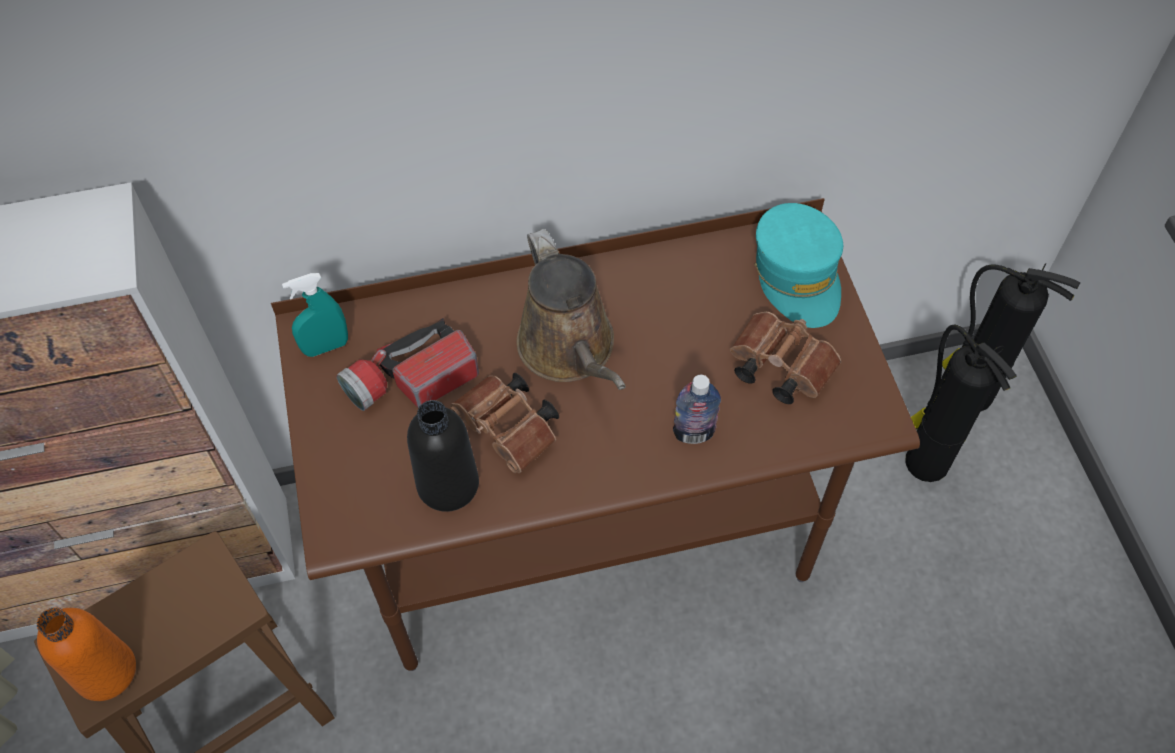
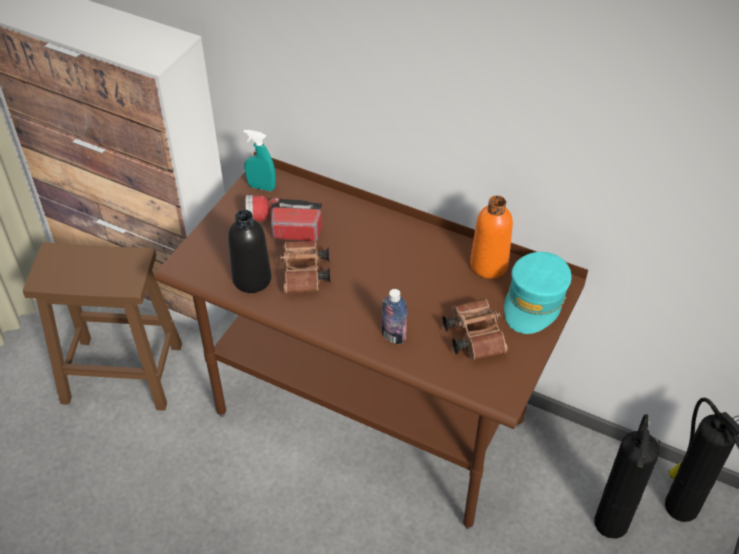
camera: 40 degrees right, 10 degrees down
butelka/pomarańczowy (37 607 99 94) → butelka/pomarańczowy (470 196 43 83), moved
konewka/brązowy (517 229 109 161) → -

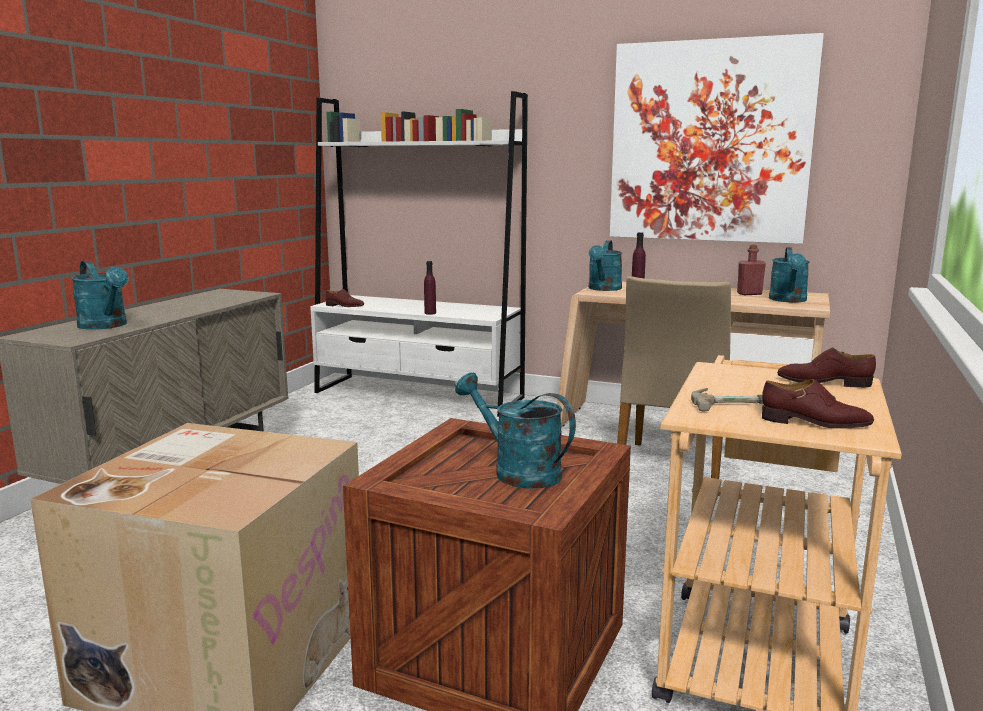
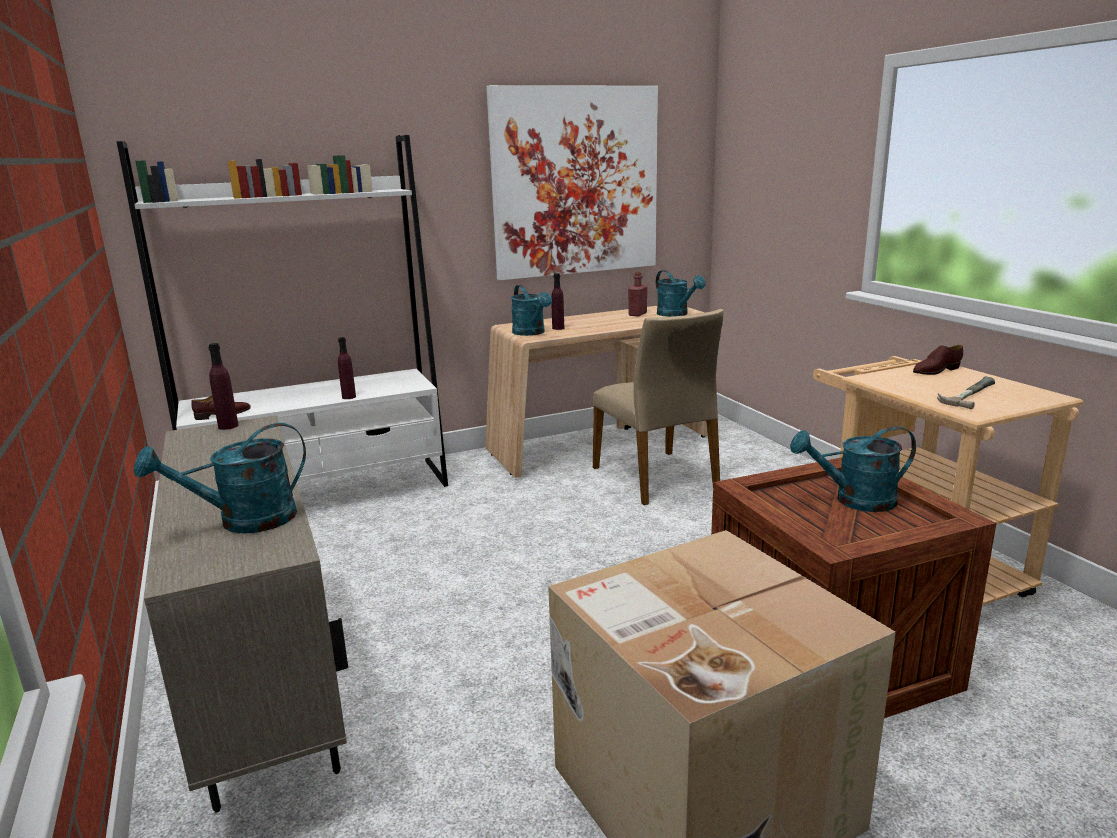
camera: 45 degrees left, 5 degrees up
konewka/turkusowy (71 261 58 69) → konewka/turkusowy (133 423 173 111), 150 degrees clockwise
- → butelka/fioletowy (208 343 30 87)
but/brązowy (762 379 112 50) → -

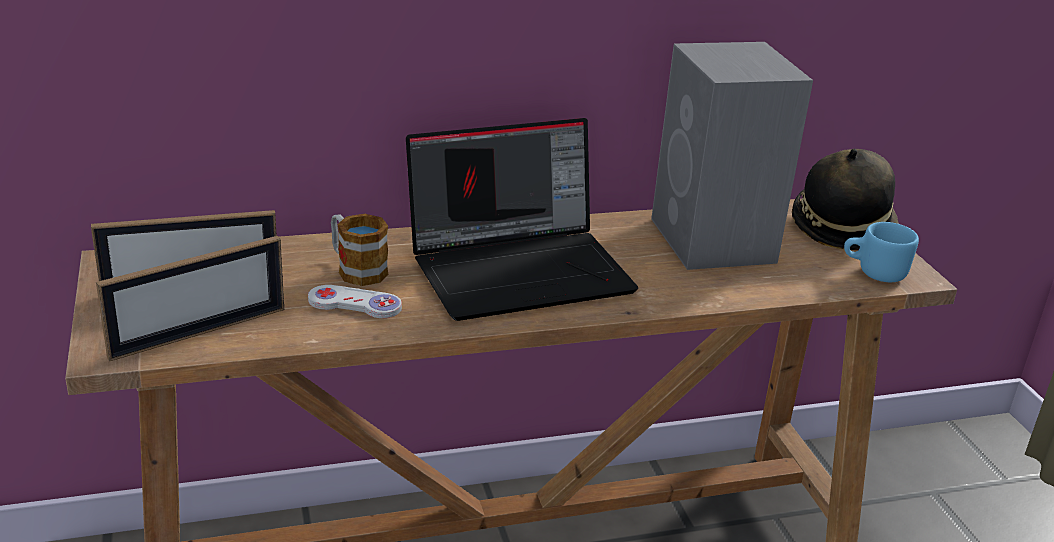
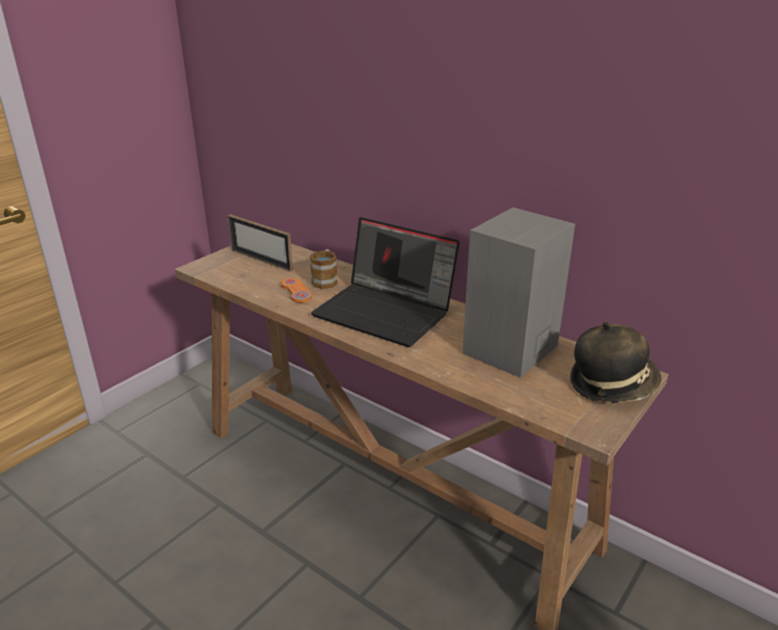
camera: 55 degrees right, 0 degrees up
pad do gier/biały (308 285 94 33) → pad do gier/pomarańczowy (281 278 31 25)
ramka na zdjęcie (96 236 188 125) → -
kubek/niebieski (844 222 75 60) → -

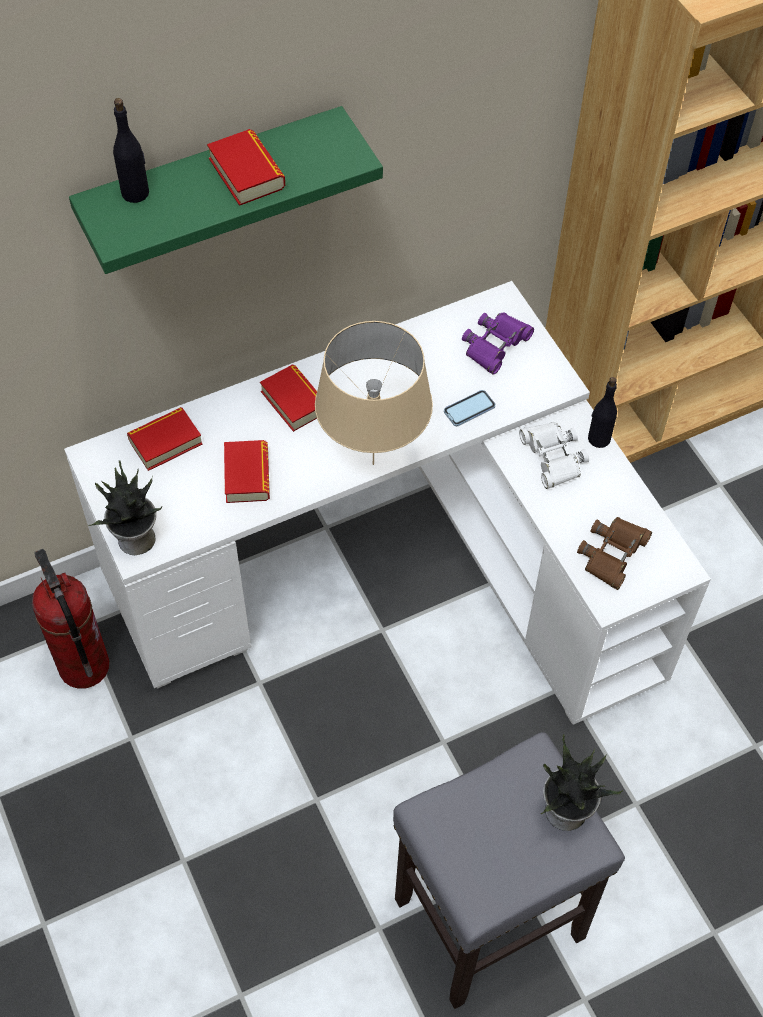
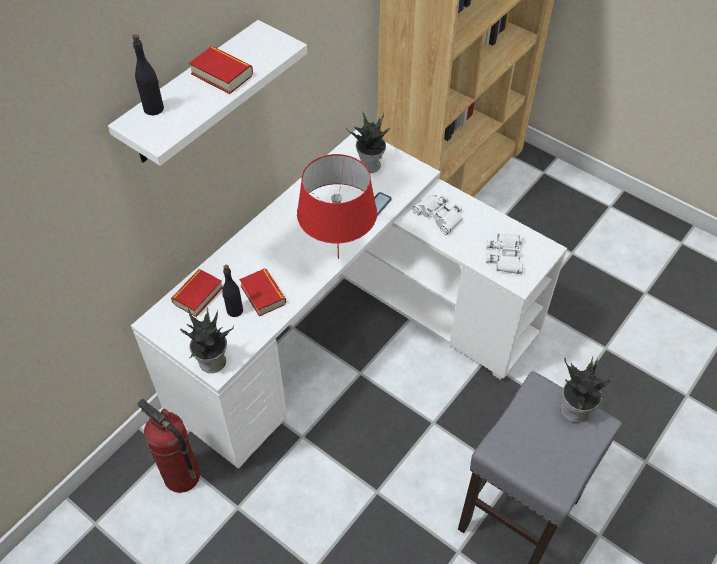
camera: 25 degrees left, 5 degrees down
półka/zielony (69 106 314 168) → półka/biały (108 20 199 146)
butelka/czarny (588 377 29 71) → butelka/czarny (222 265 21 52), moved
lampa stołowa/beżowy (315 321 118 144) → lampa stołowa/czerwony (297 154 80 105)
lornetka/fioletowy (462 313 72 62) → roślina doniczkowa (346 111 44 62)
lornetka/brązowy (577 517 75 73) → lornetka/biały (486 233 37 41)
książka (260 365 57 67) → -

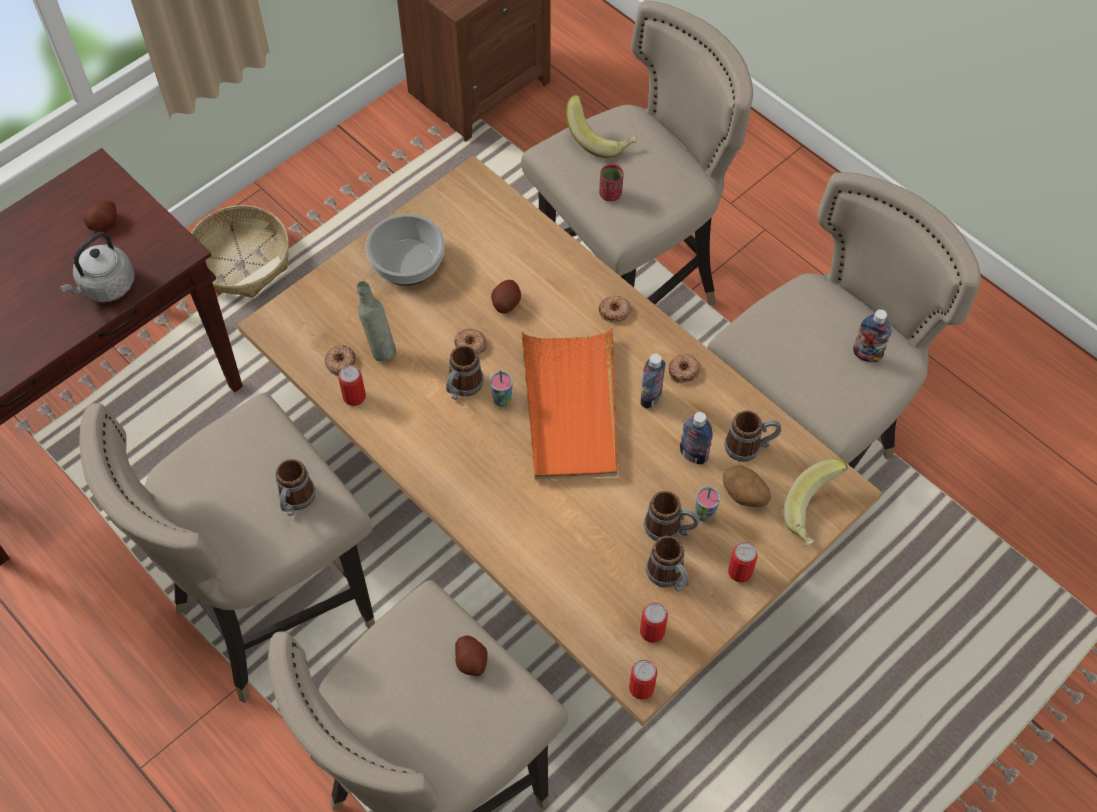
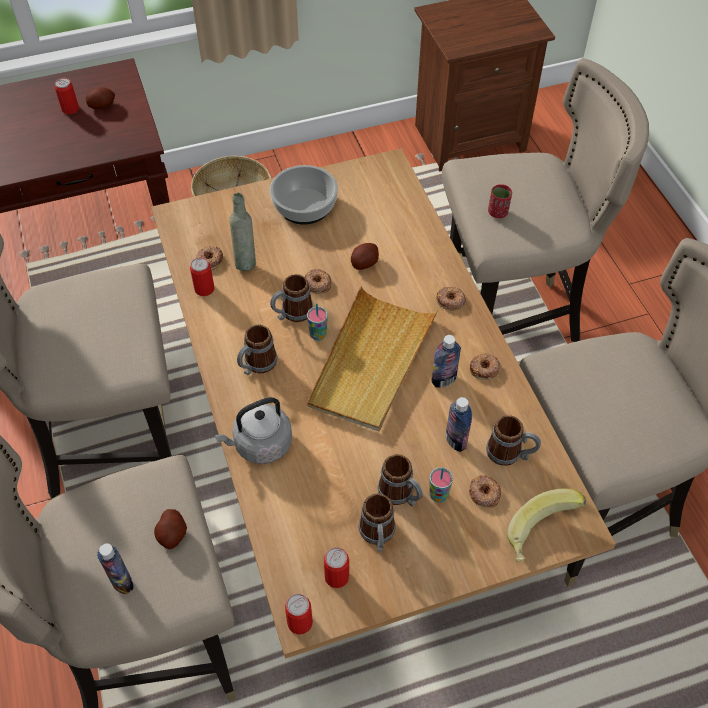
camera: 25 degrees right, 5 degrees down
puszka (728 542 30 40) → puszka (54 78 25 36), moved
butelka (853 309 39 53) → butelka (97 543 37 52), moved
czajnik/szary (60 232 74 70) → czajnik/szary (215 397 77 67), moved
kubek (276 459 40 57) → kubek (237 325 40 50), moved
taca/pomarańczowy (521 328 97 151) → taca/beżowy (307 286 131 145)
ziemniak (723 465 48 42) → donut (469 475 32 33)
banan (566 95 71 63) → -

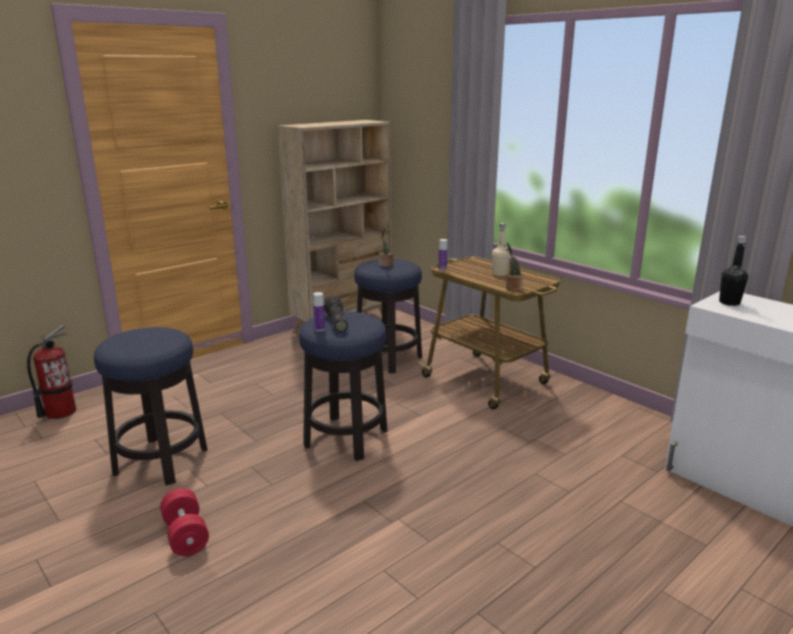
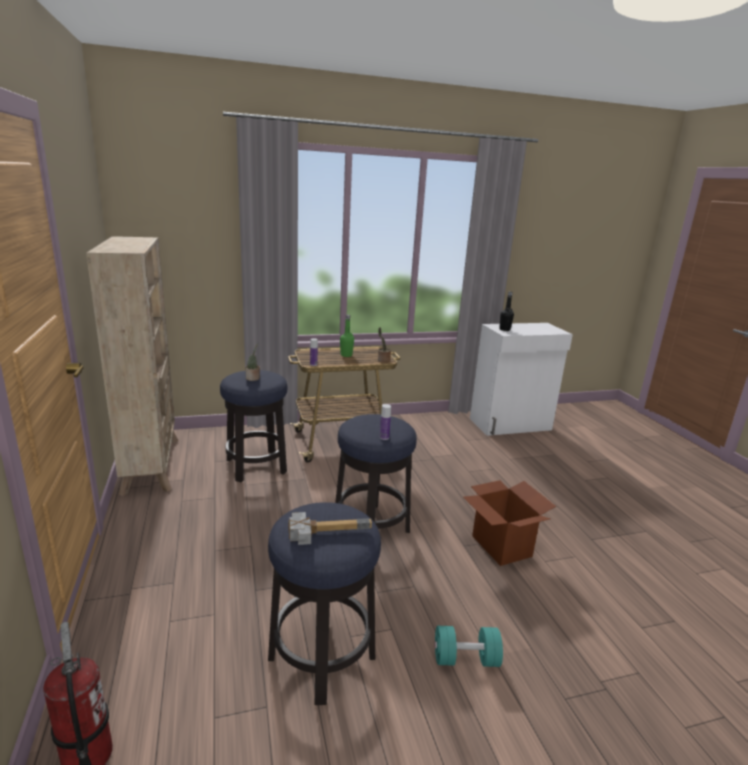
camera: 65 degrees left, 0 degrees up
- → młotek (289 512 83 33)
butelka/beżowy (492 223 18 53) → butelka/zielony (340 315 14 42)
hantel/czerwony (160 488 49 68) → hantel/turkusowy (435 626 68 41)
- → karton (463 480 93 86)
latarka (324 296 24 36) → -

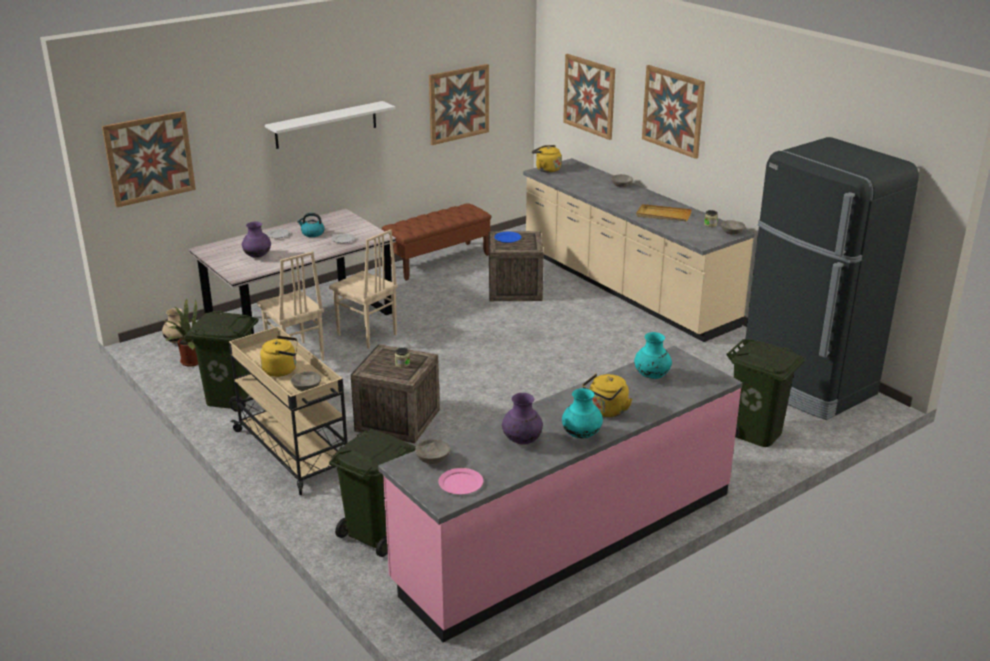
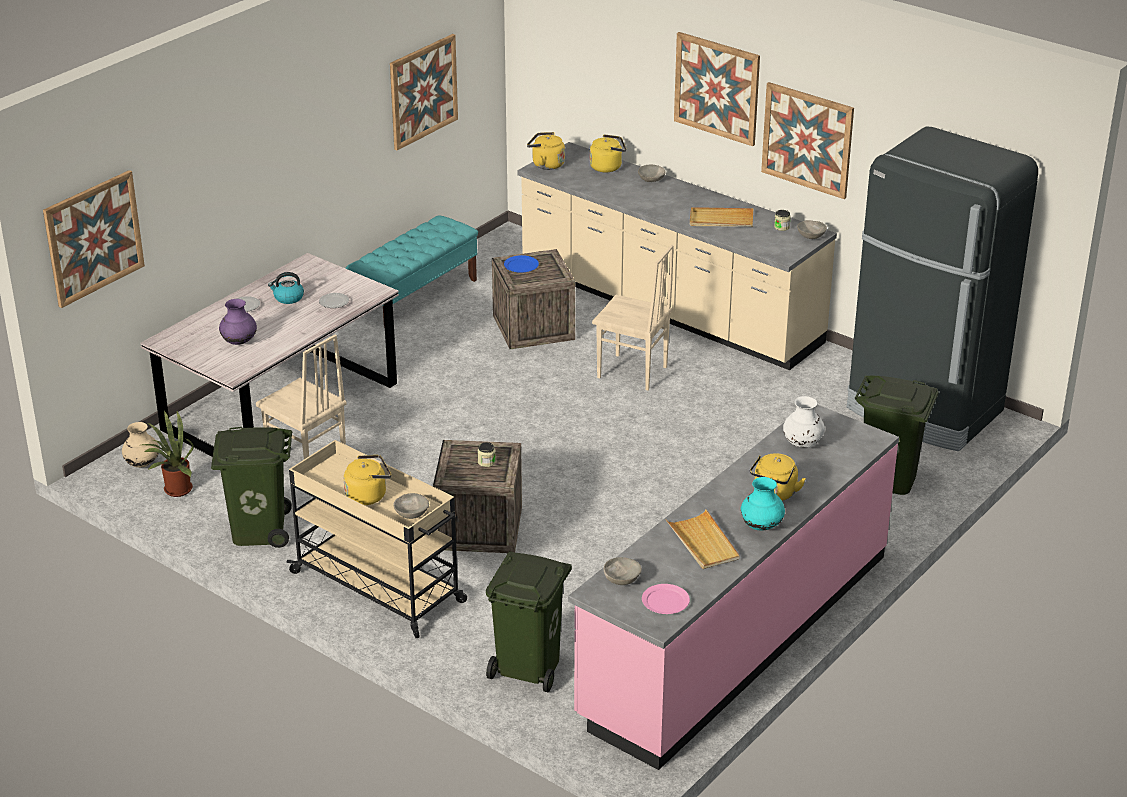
camera: 15 degrees left, 5 degrees up
ławka/brązowy (382 203 109 78) → ławka/turkusowy (346 215 132 113)
- → czajnik/żółty (590 134 36 38)
krzesło/beżowy (329 229 69 120) → krzesło/beżowy (592 245 82 146), moved
wazon/fioletowy (502 393 41 52) → taca/beżowy (666 509 73 60)
obraz (563 54 52 86) → obraz (761 82 93 117), moved
wazon/turkusowy (634 332 38 47) → wazon/biały (783 396 42 52)
półka/biały (265 101 130 48) → -

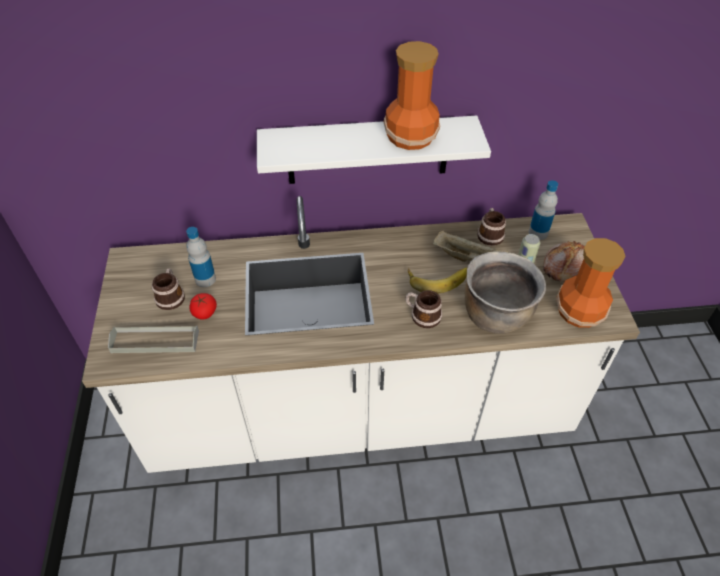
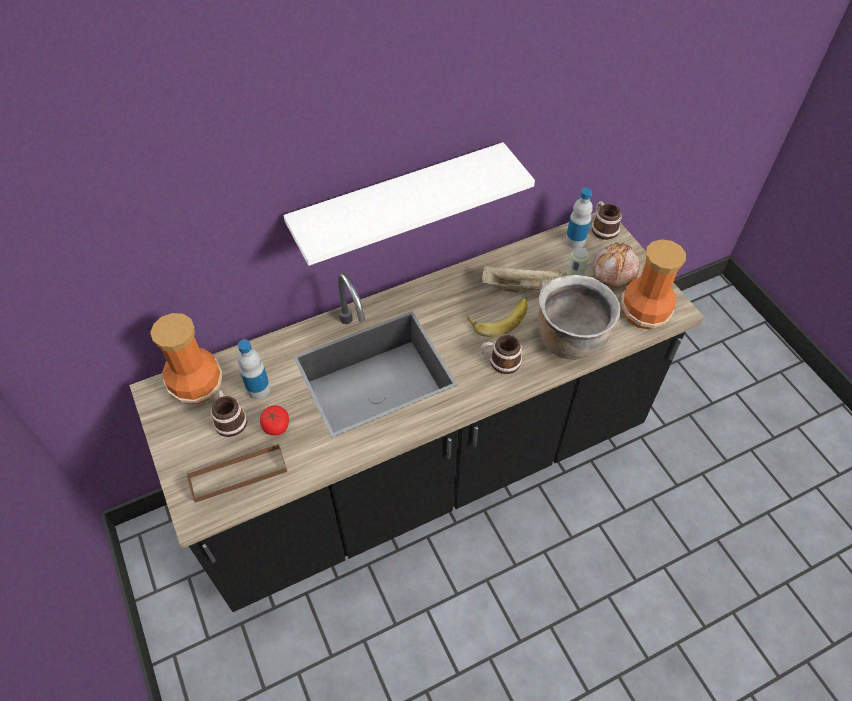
camera: 20 degrees left, 5 degrees up
zabudowa kuchenna/biały (82 196 558 277) → zabudowa kuchenna/czarny (129 212 576 400)
wazon (384 41 56 109) → wazon (150 313 73 91), moved
taca/szary (108 326 91 27) → taca/brązowy (187 443 100 60)
kubek (477 208 29 38) → kubek (592 201 30 39), moved

